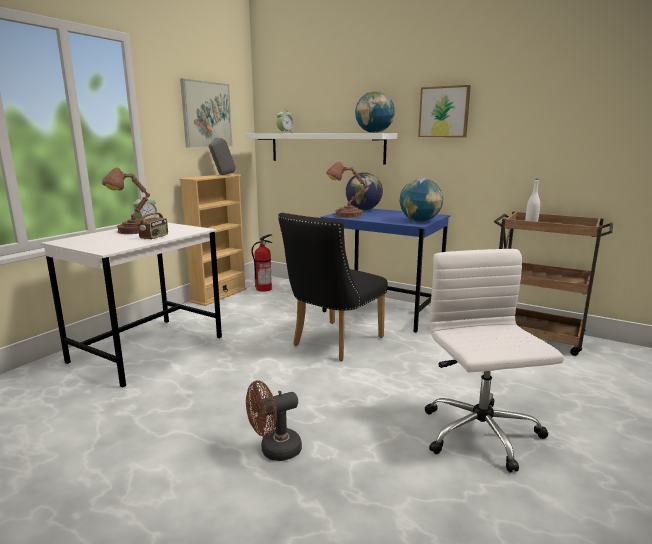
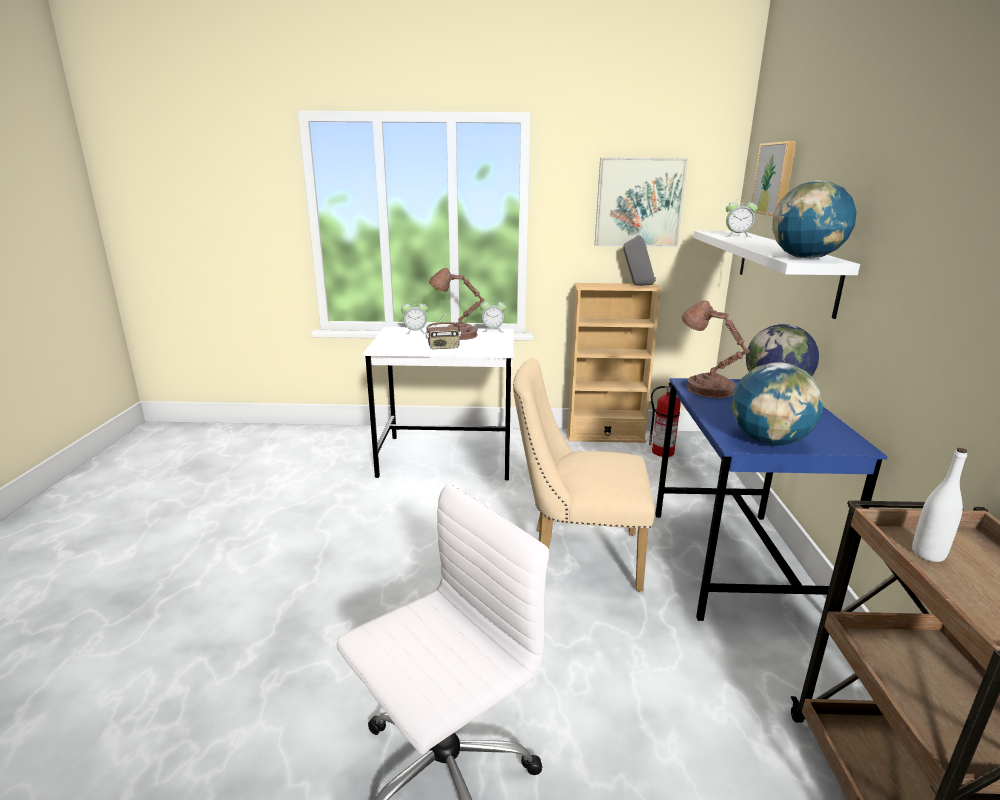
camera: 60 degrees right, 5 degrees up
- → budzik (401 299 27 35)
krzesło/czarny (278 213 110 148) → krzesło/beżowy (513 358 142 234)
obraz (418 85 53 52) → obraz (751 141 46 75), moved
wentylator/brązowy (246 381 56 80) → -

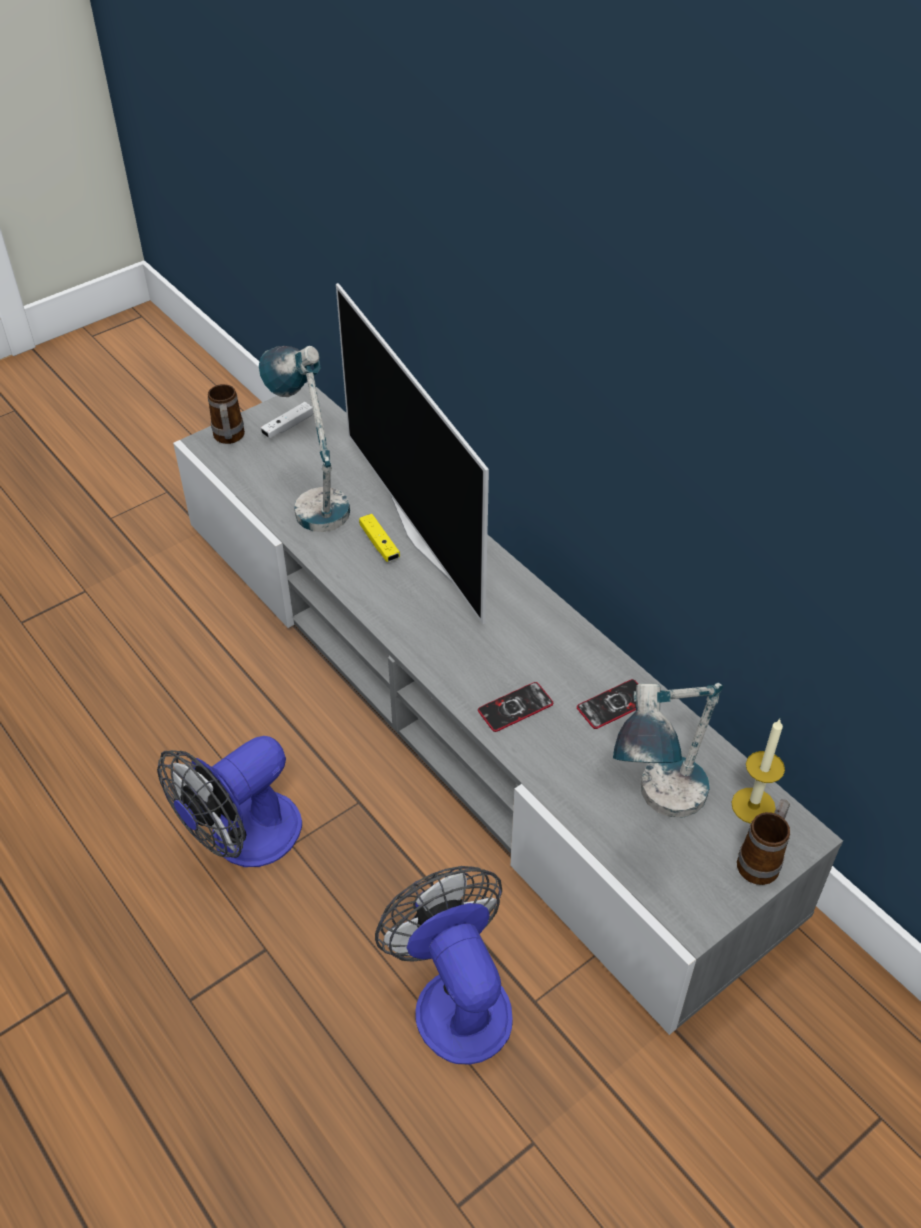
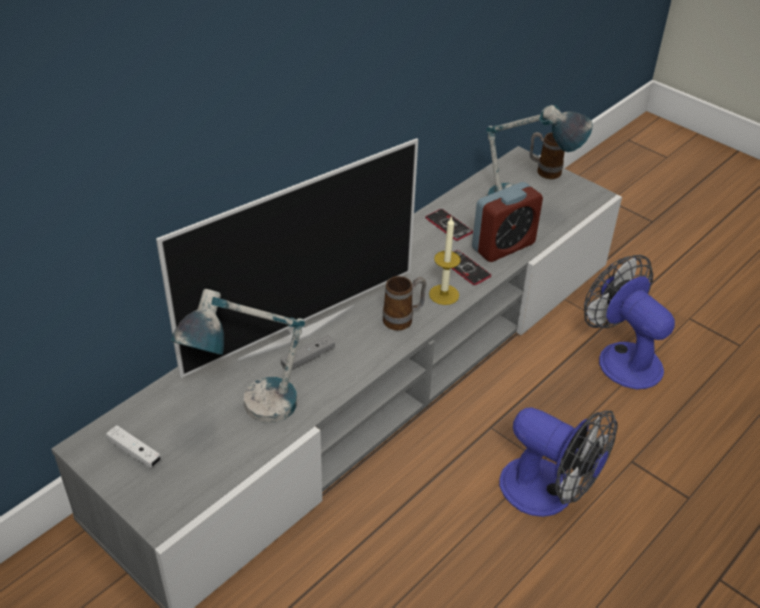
camera: 100 degrees left, 5 degrees down
pad do gier/żółty (359 514 41 48) → pad do gier/szary (281 335 54 35)
kubek (208 384 37 60) → kubek (383 276 43 54), moved
świeca (731 719 54 105) → świeca (429 216 32 89), moved
- → budzik (472 182 71 80)
wentylator (375 866 138 199) → wentylator (584 255 91 134), 90 degrees clockwise

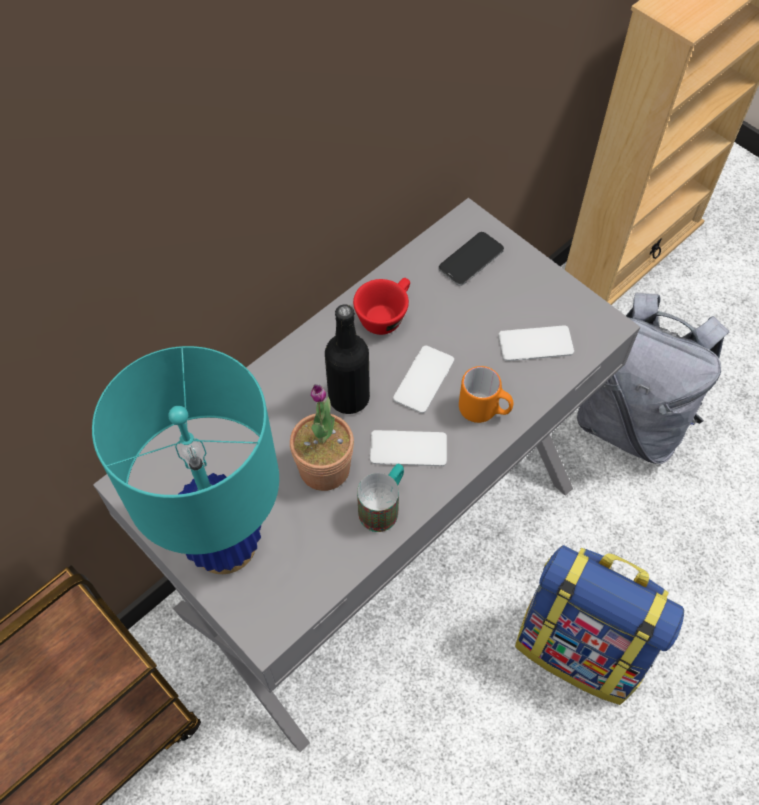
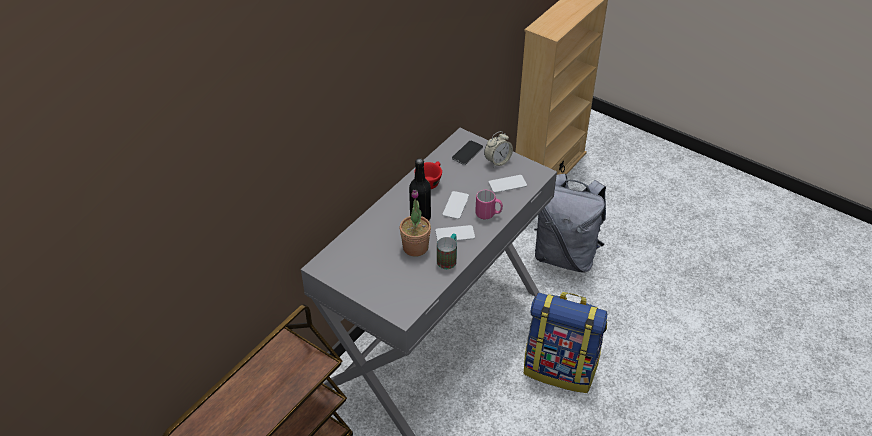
camera: 10 degrees left, 15 degrees down
kubek/pomarańczowy (459 366 55 57) → kubek/różowy (475 190 28 29)
- → budzik (484 131 29 36)
lampa stołowa/turkusowy (92 346 187 228) → -

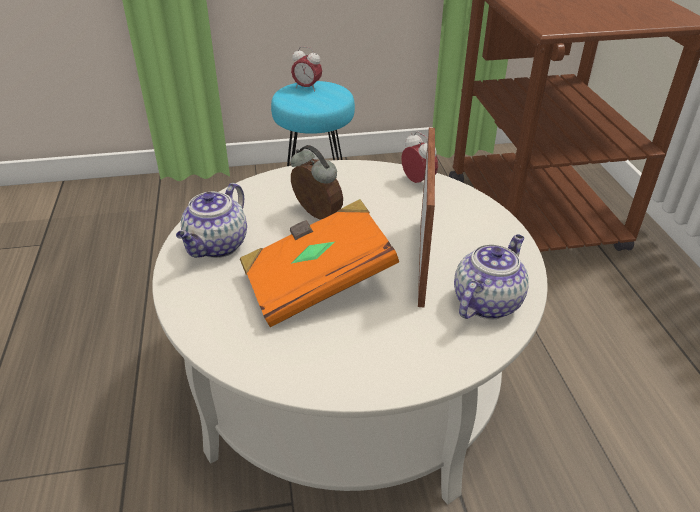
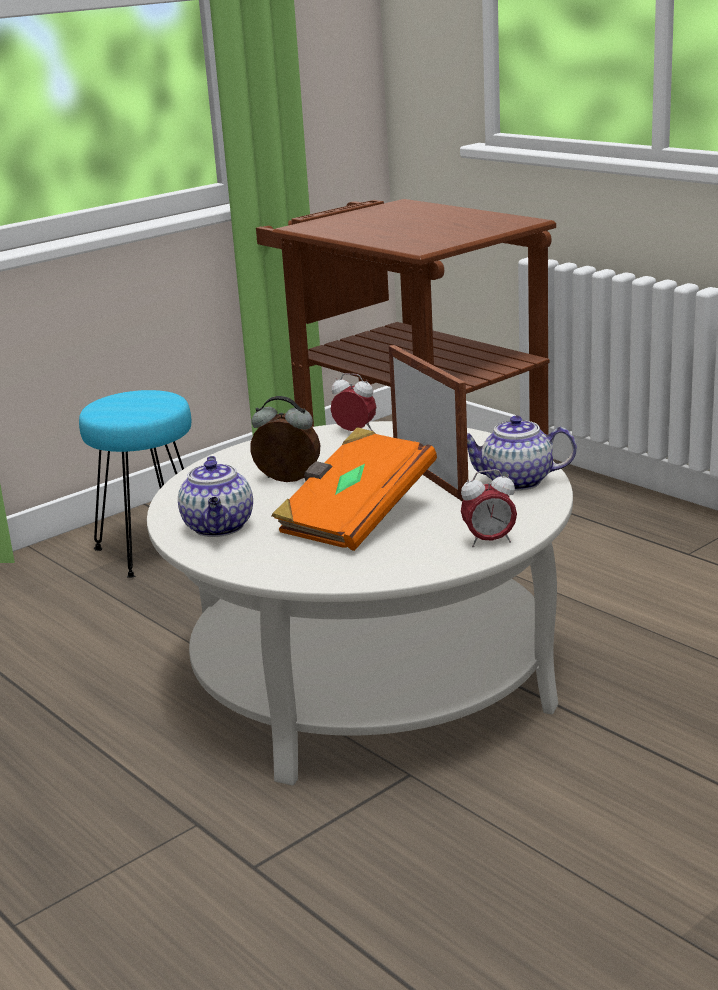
camera: 30 degrees left, 15 degrees down
budzik (291 46 31 45) → budzik (461 469 56 78), moved
imbryk (454 234 75 85) → imbryk (467 416 110 75), 90 degrees counterclockwise

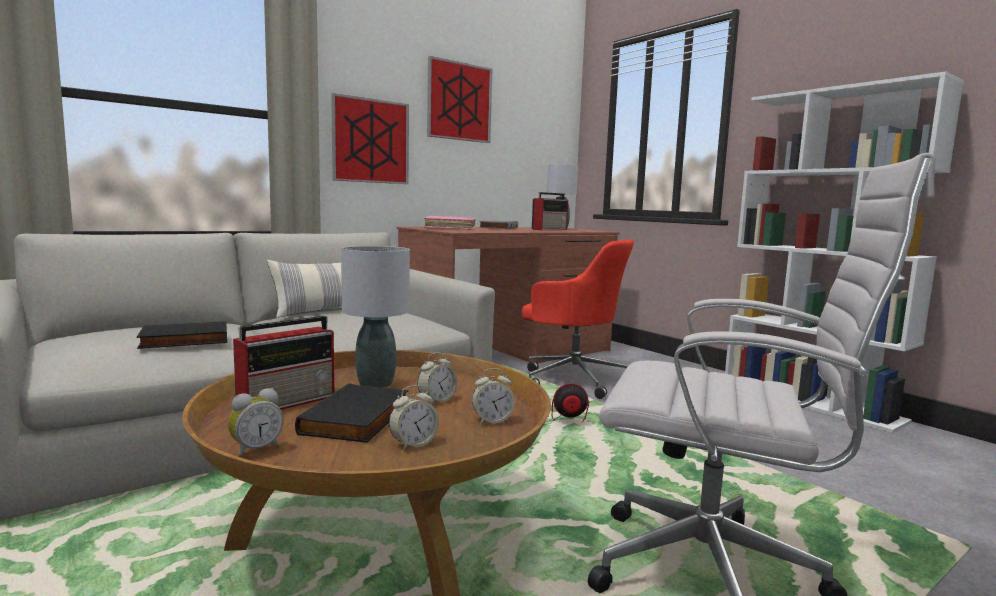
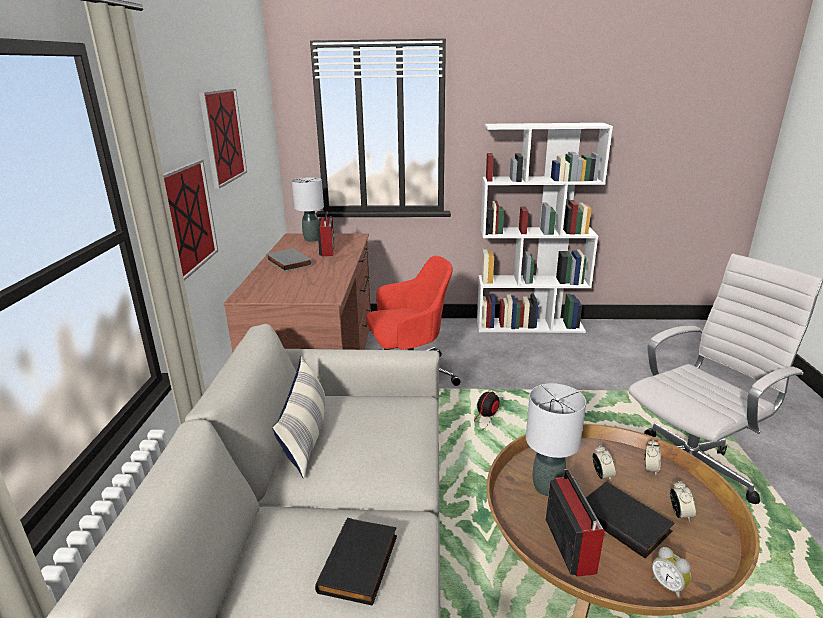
camera: 50 degrees left, 15 degrees up
budzik (228 388 56 69) → budzik (652 547 39 52), 150 degrees clockwise
książka/różowy (424 216 51 14) → -

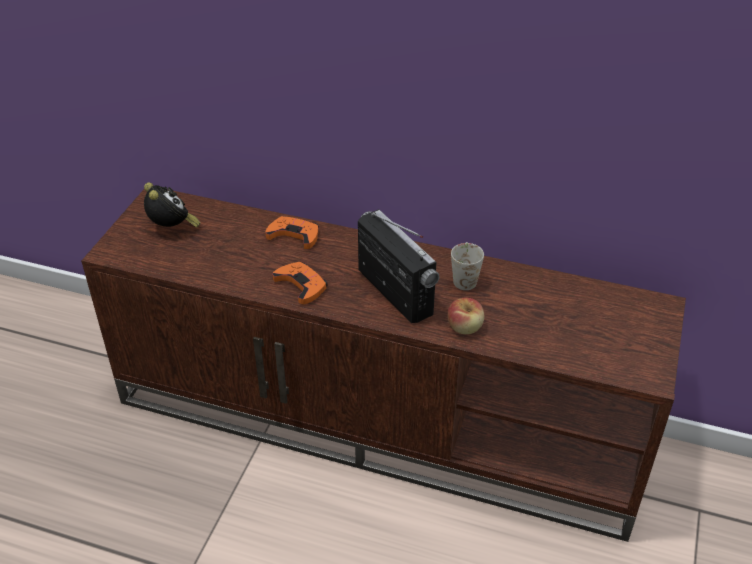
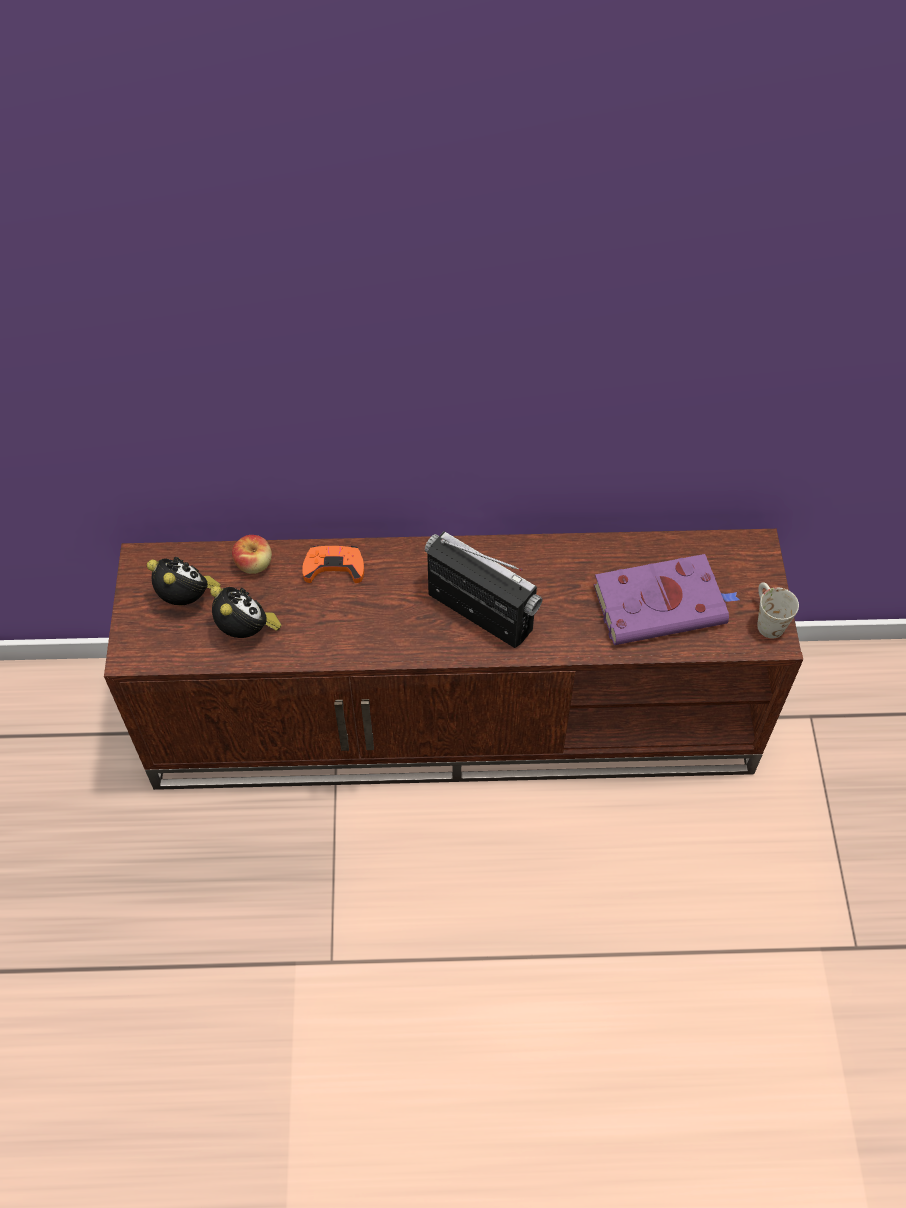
camera: 20 degrees left, 15 degrees up
- → budzik (210 586 71 52)
jabłko (447 297 37 37) → jabłko (232 535 40 39), moved
- → książka/fioletowy (594 554 146 91)
kubek/biały (451 242 33 48) → kubek/biały (757 582 42 56), moved
pad do gier/pomarańczowy (273 262 55 42) → -

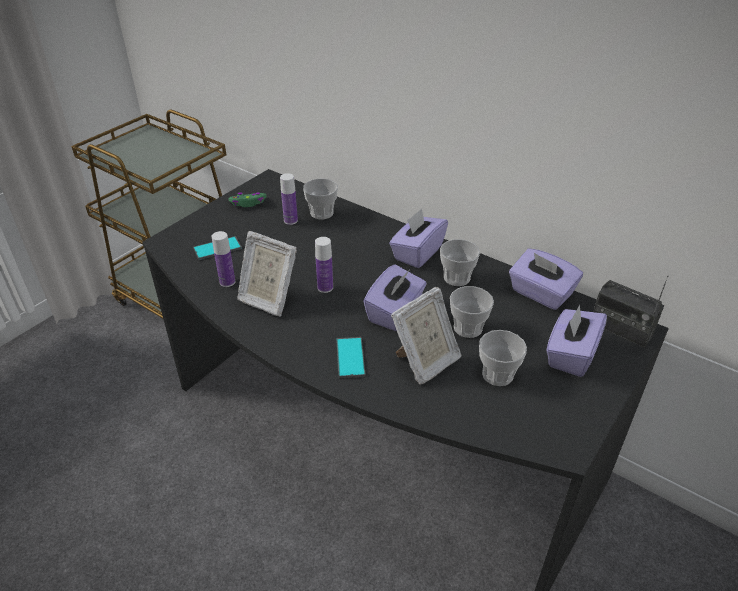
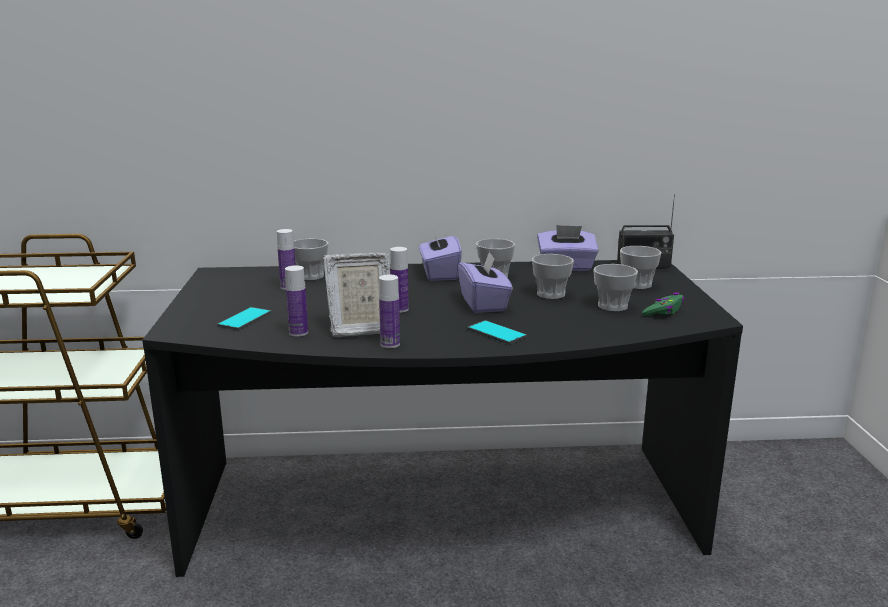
camera: 40 degrees left, 20 degrees down
- → butelka (379 275 21 73)
pudełko chusteczek/fioletowy (546 304 61 73) → filiżanka (620 246 42 43)
pad do gier/zielony (228 192 39 15) → pad do gier/zielony (642 293 42 23), moved
ramka na zdjęcie (391 286 71 98) → -

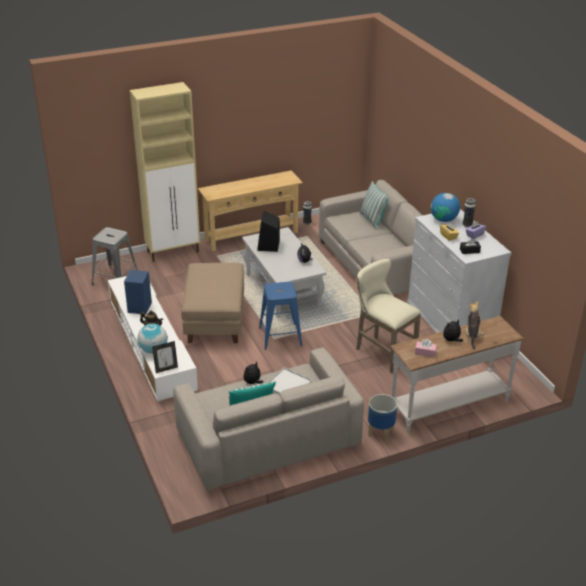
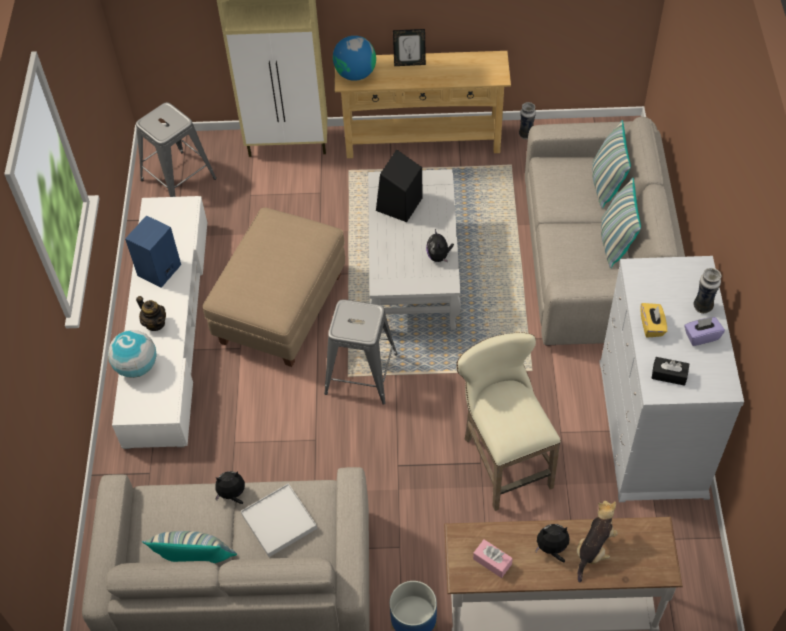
camera: 25 degrees right, 20 degrees up
stołek/niebieski (259 282 43 68) → stołek/szary (324 300 74 105)
globus (431 193 29 29) → globus (333 36 43 45), moved
ramka na zdjęcie (152 341 26 32) → ramka na zdjęcie (393 29 33 37), moved
- → poduszka (601 178 40 90)

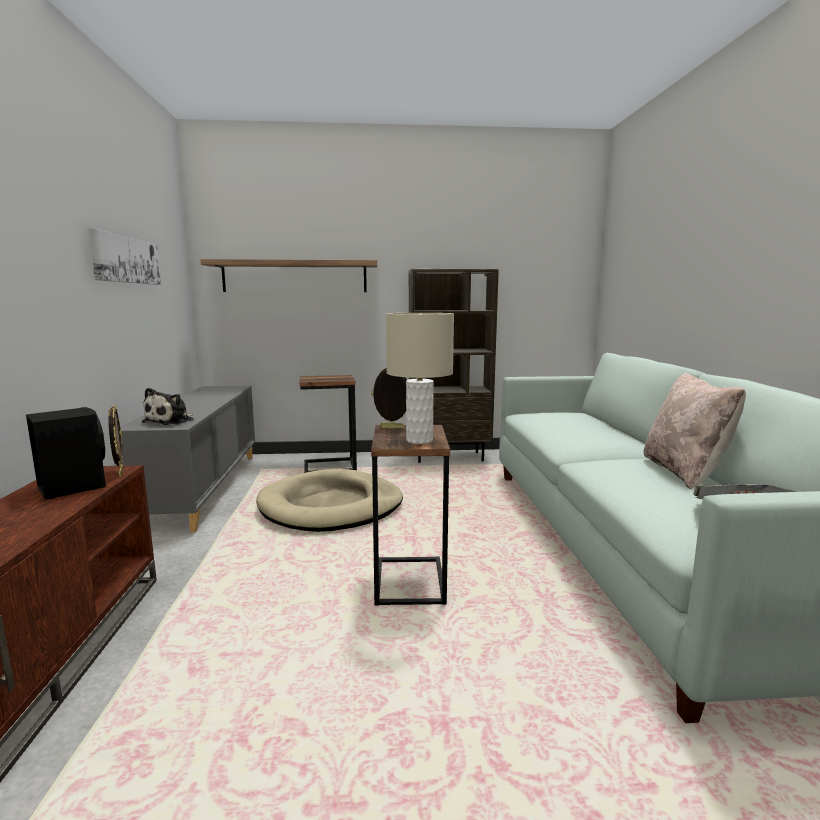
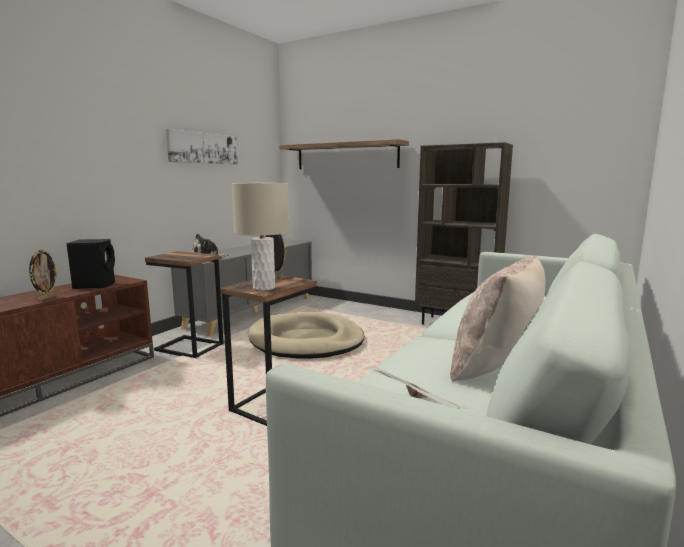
camera: 35 degrees right, 0 degrees up
ramka na zdjęcie (108 405 16 72) → ramka na zdjęcie (29 249 29 52), moved
stolik (300 375 57 98) → stolik (145 251 79 107), moved

